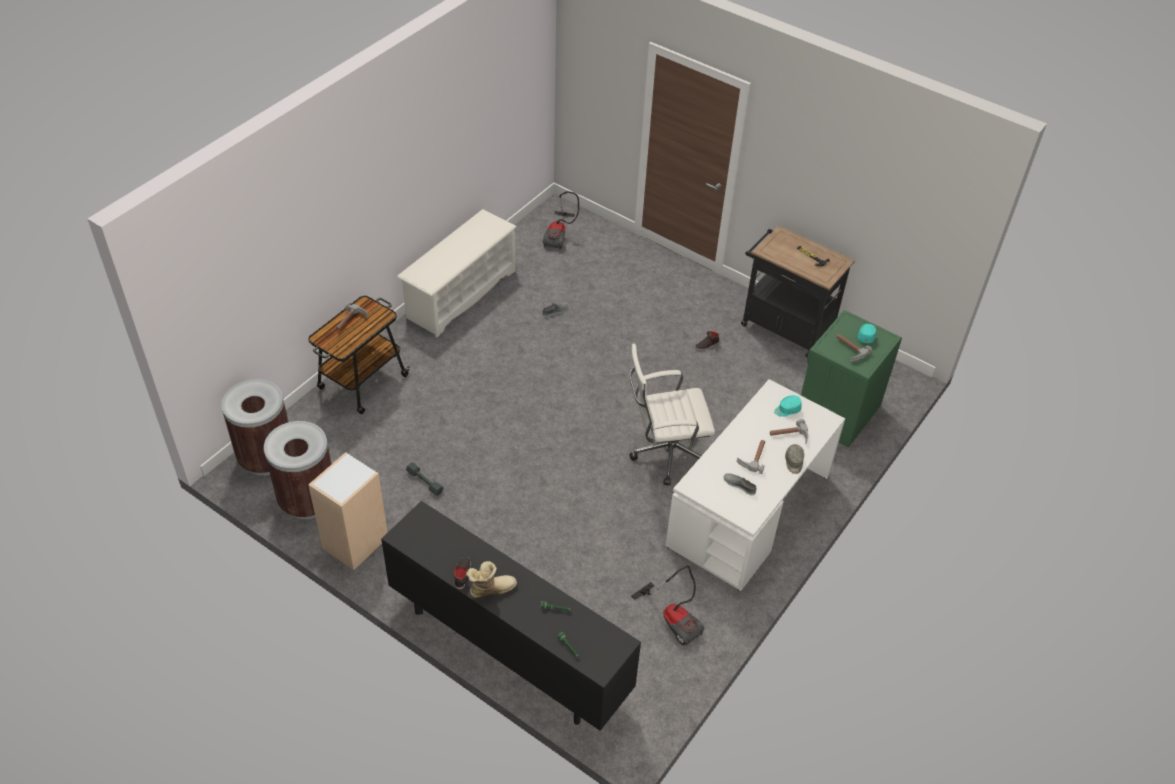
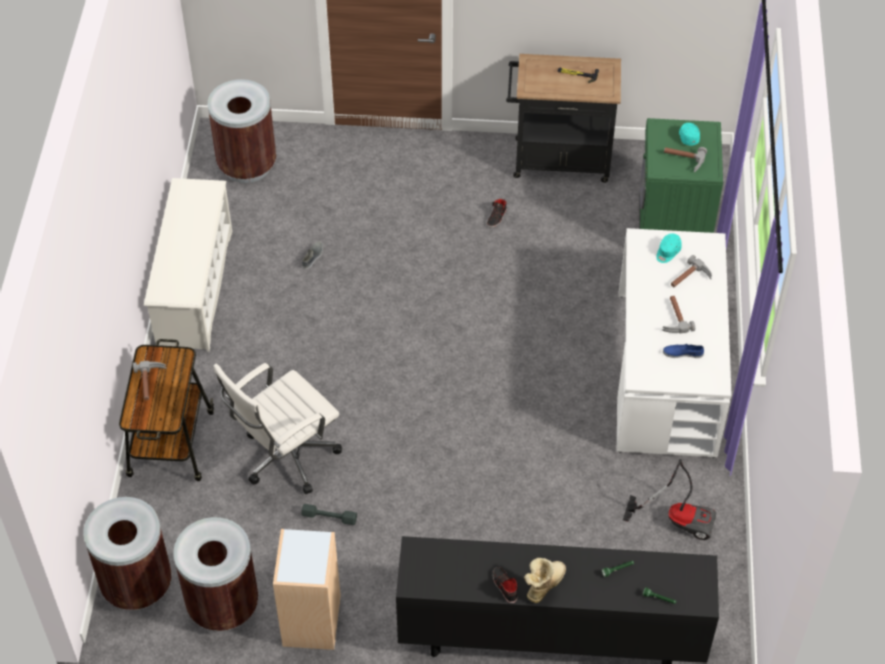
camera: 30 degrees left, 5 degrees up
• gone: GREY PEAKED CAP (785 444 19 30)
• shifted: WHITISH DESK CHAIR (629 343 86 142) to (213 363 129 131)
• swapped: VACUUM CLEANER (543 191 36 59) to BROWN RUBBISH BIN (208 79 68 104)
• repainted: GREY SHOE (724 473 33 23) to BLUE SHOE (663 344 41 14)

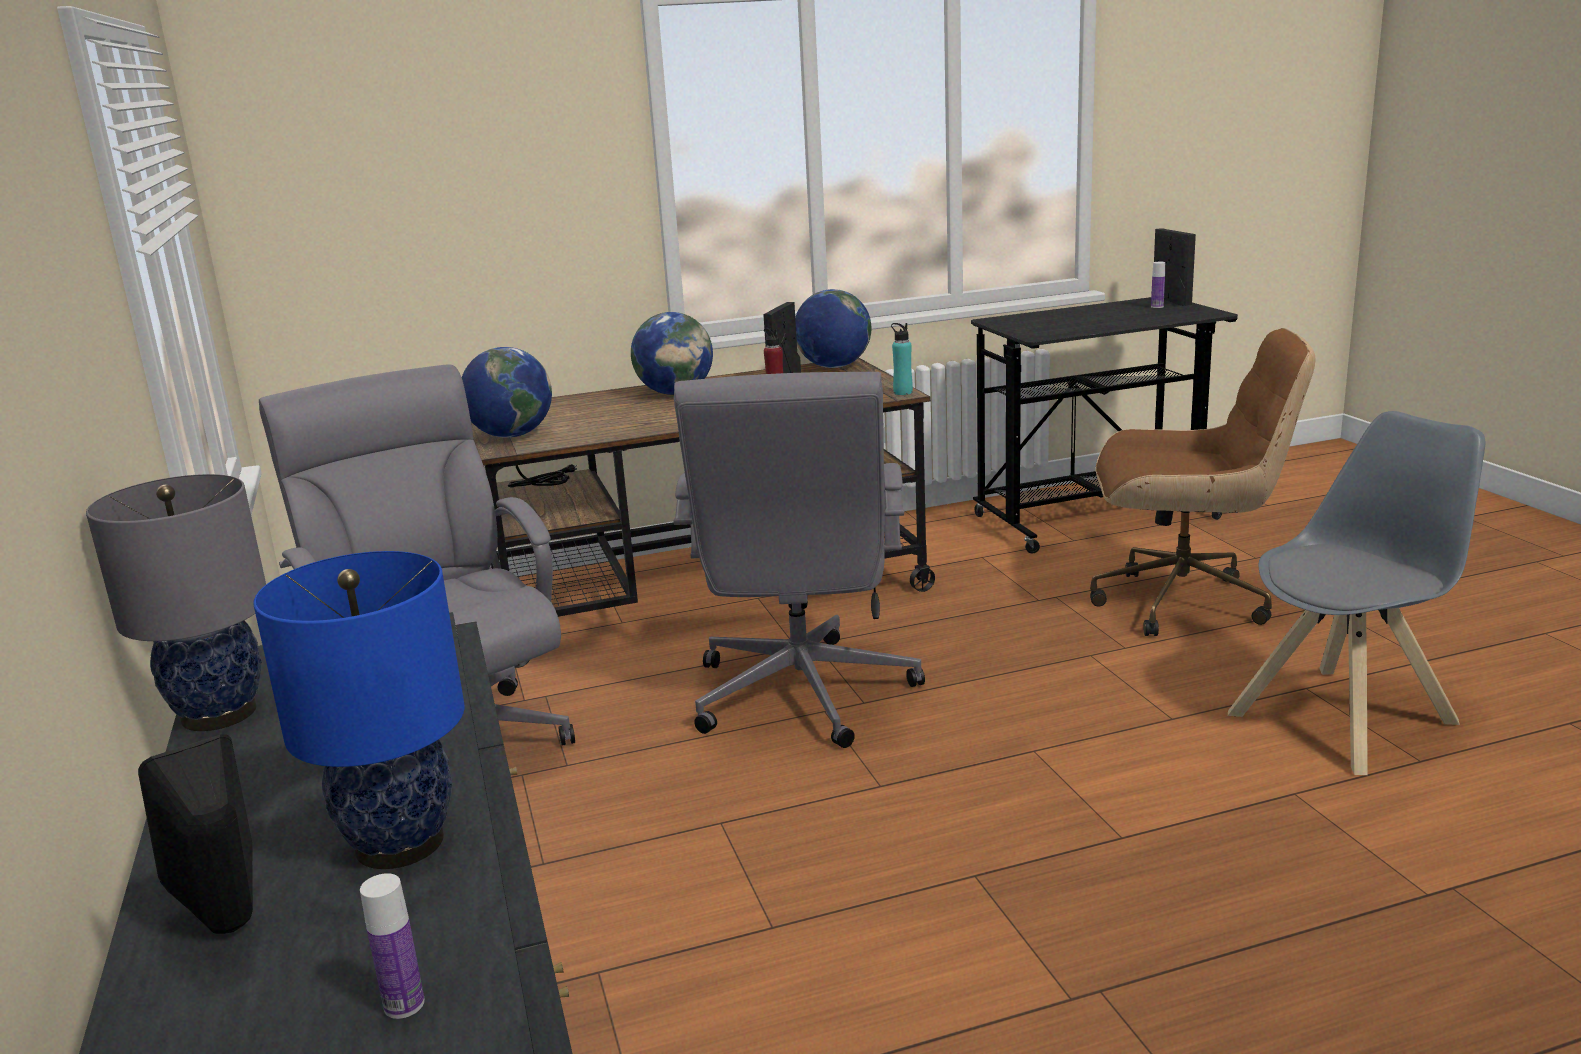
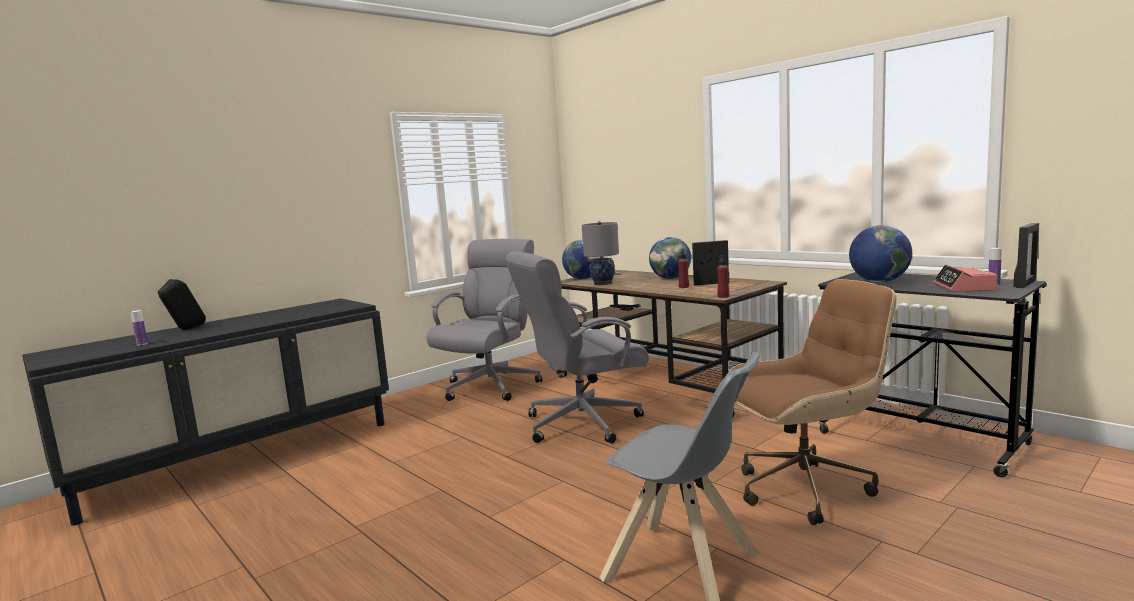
camera: 65 degrees right, 10 degrees down
• gone: BLUE TABLETOP LAMP (253 551 212 318)
• new: BEDSIDE CLOCK (933 265 64 27)
• shifted: GREY TABLETOP LAMP (86 474 180 257) to (582 221 37 64)
• shifted: WORLD GLOBE (795 289 76 79) to (849 225 63 57)
• repainted: BLUE-GREEN BEVERAGE BOTTLE (891 323 22 72) to RED BEVERAGE BOTTLE (717 255 12 43)
• rotated: BROWN DESK CHAIR (1090 328 225 308) = (729 279 167 246) 90 degrees counterclockwise

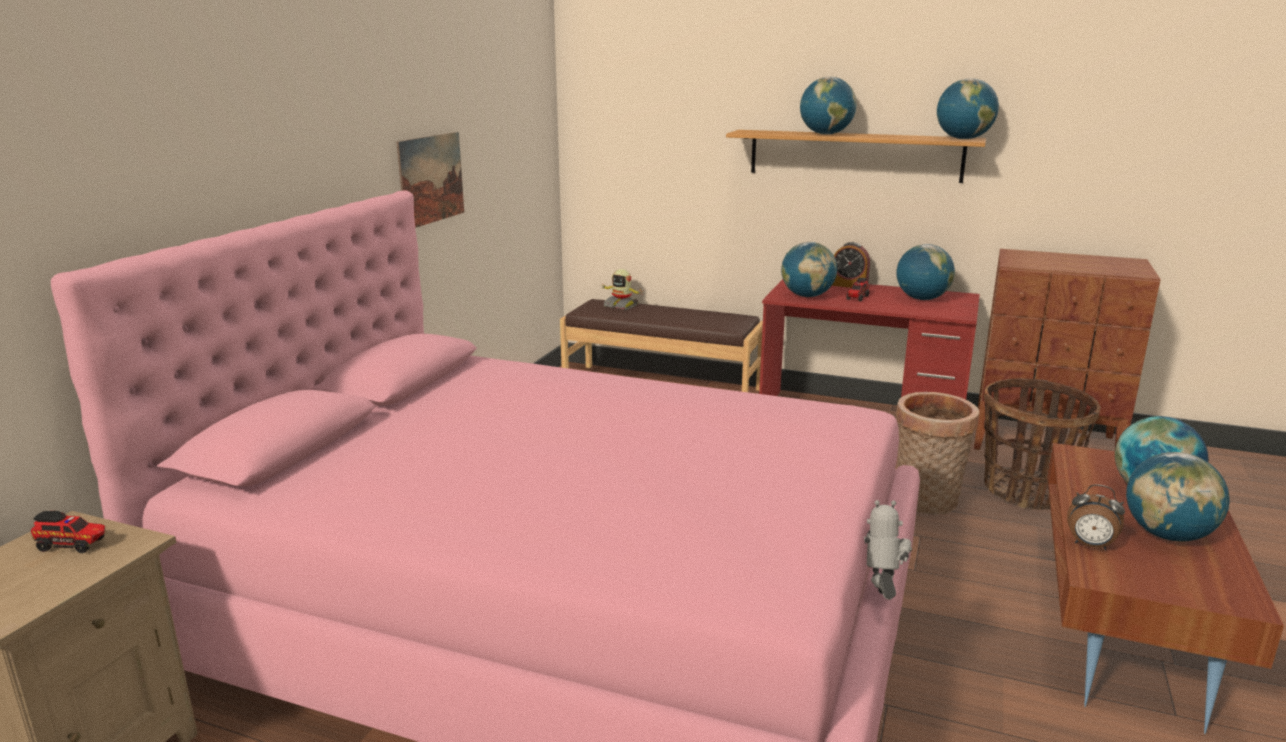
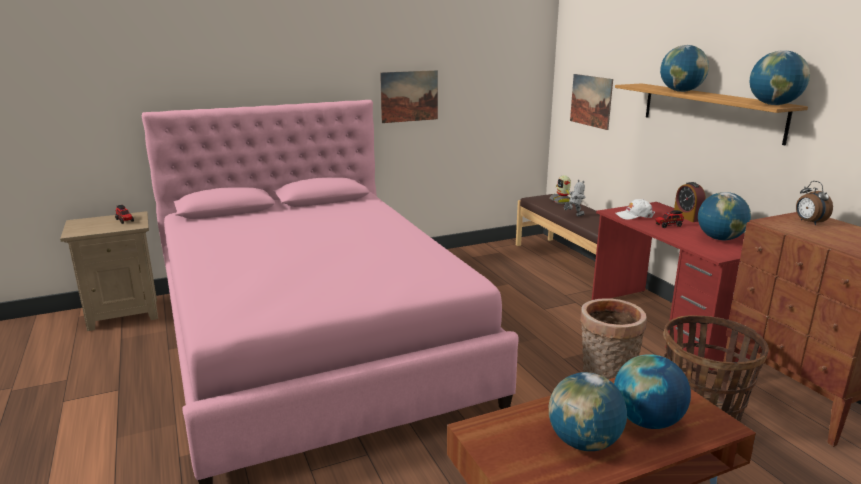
camera: 45 degrees right, 0 degrees up
• new: WALL PICTURE (570 74 43 56)
• shifted: TOY ROBOT (864 500 48 100) to (564 180 21 37)
• shifted: BEDSIDE CLOCK (1067 484 58 66) to (796 181 37 44)
• swapped: WORLD GLOBE (781 242 56 55) to WHITISH PEAKED CAP (615 199 40 21)

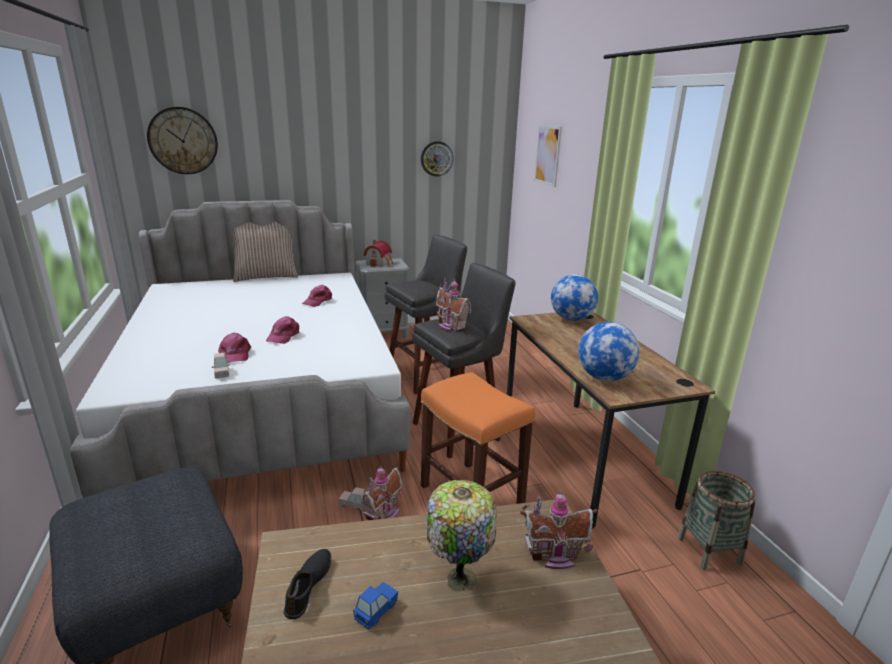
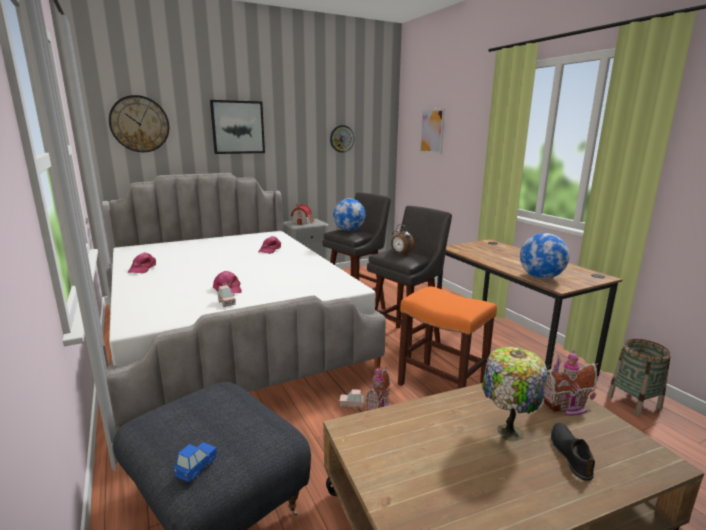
camera: 10 degrees left, 5 degrees down
• gone: CUSHION (231 221 67 61)
• new: WALL PICTURE (210 100 55 54)
• shifted: PINK PEAKED CAP (266 316 33 28) to (127 252 29 22)
• shifted: BLACK-COLOURED SHOE (284 549 47 70) to (551 423 44 57)
• shifted: BLUE MODEL CAR (353 582 45 47) to (173 442 44 40)
• shifted: WORLD GLOBE (551 274 47 47) to (333 198 32 33)
• swapped: MODEL HOUSE (436 277 35 54) to BEDSIDE CLOCK (391 225 23 30)

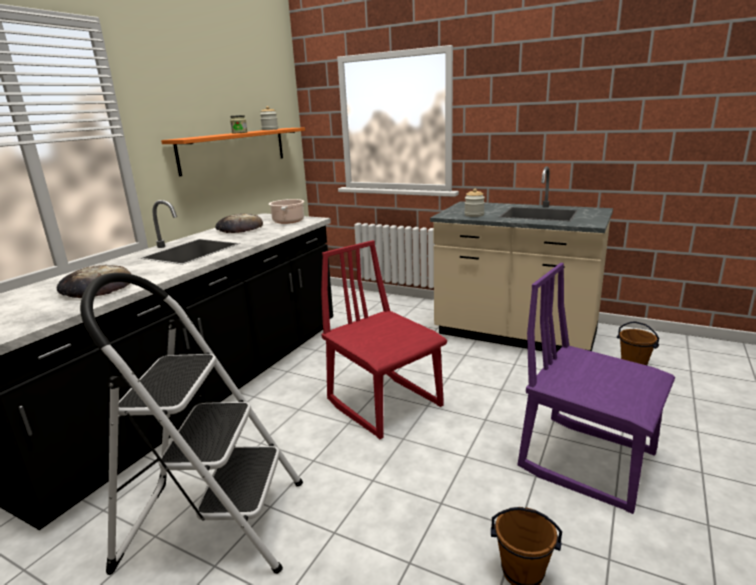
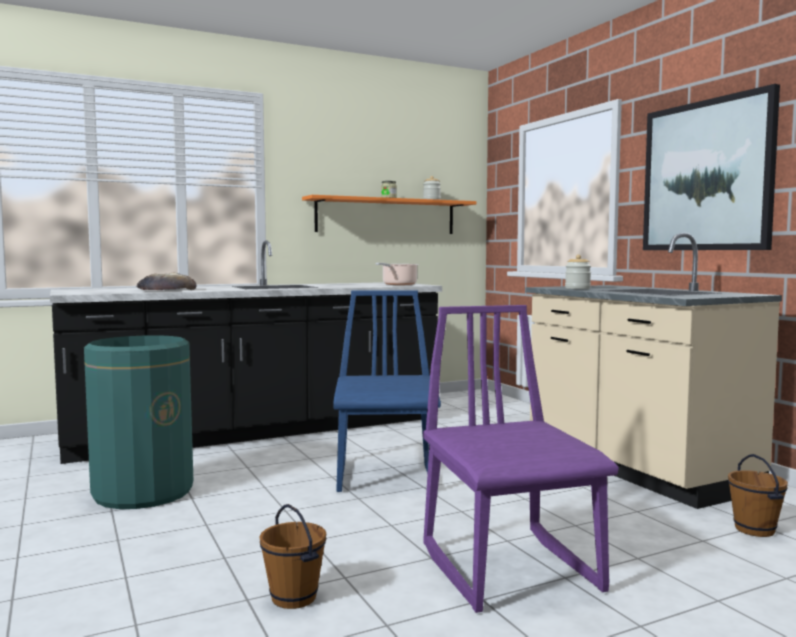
camera: 35 degrees right, 15 degrees down
• gone: BREAD (215 213 48 20)
• new: WALL PICTURE (643 84 137 166)
• swapped: STEP STOOL (80 273 223 302) to GREEN RUBBISH BIN (84 335 109 174)
• repainted: RED CHAIR (321 240 126 199) to BLUE CHAIR (333 291 108 201)

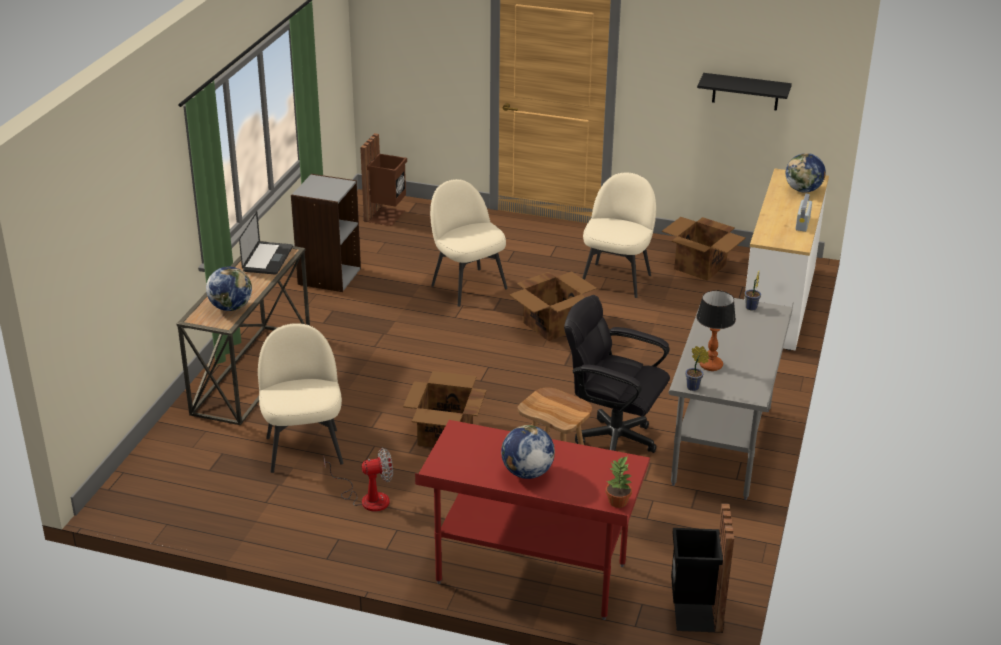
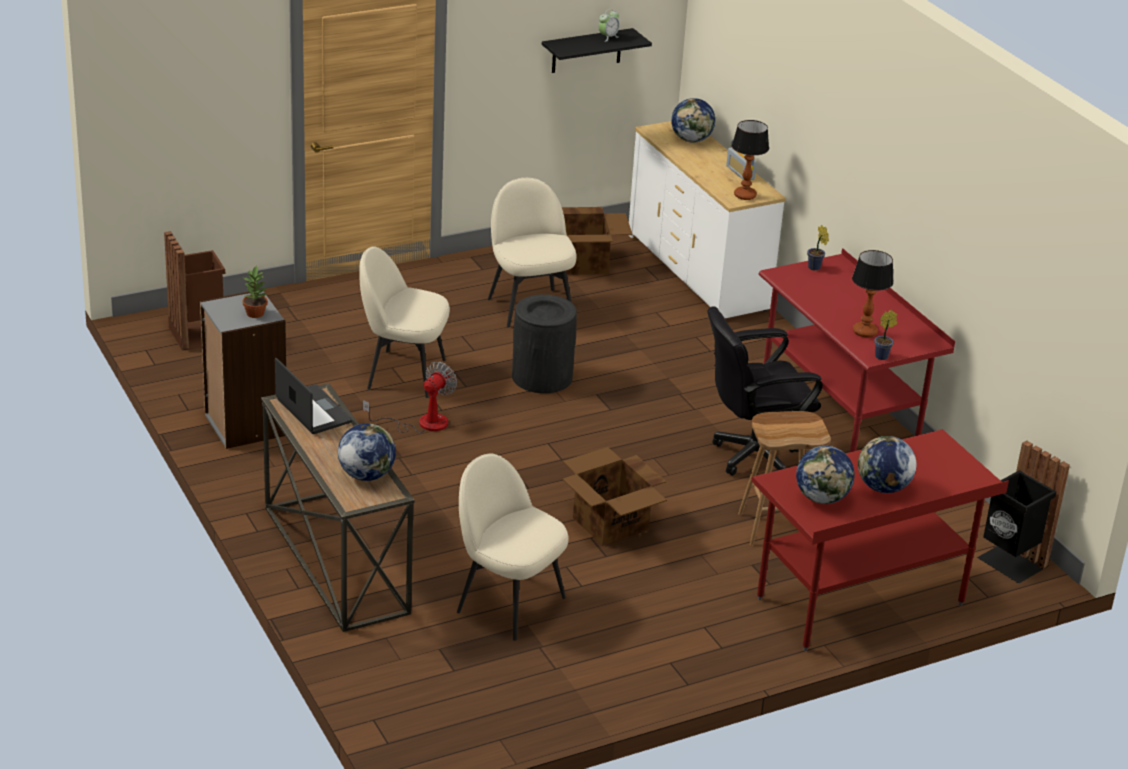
camera: 45 degrees left, 0 degrees up
• new: BEDSIDE CLOCK (599 9 21 33)
• new: TABLETOP LAMP (732 120 37 80)
• new: WORLD GLOBE (796 446 58 58)
• shifted: COOLING FAN (323 448 70 63) to (363 362 94 71)
• shifted: POTTED PLANT (606 456 26 52) to (242 266 26 52)
• swapped: CARDBOARD BOX (509 271 88 70) to BLACK-COLOURED RUBBISH BIN (512 294 65 99)
• repainted: GREY DESK UNIT (669 298 124 202) to RED DESK UNIT (759 248 196 204)

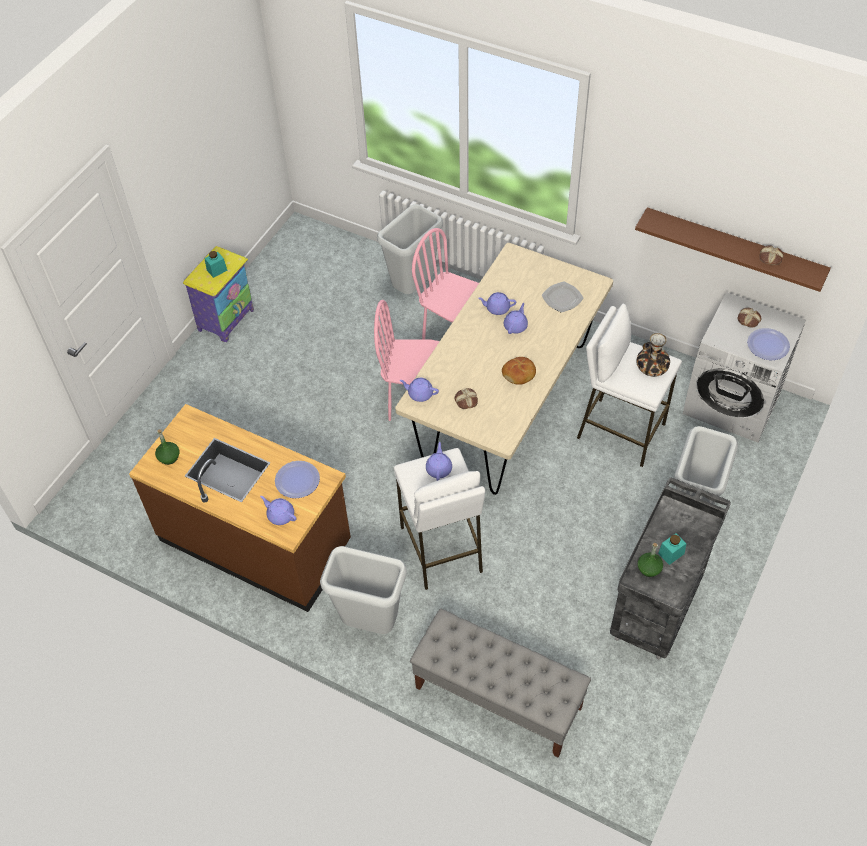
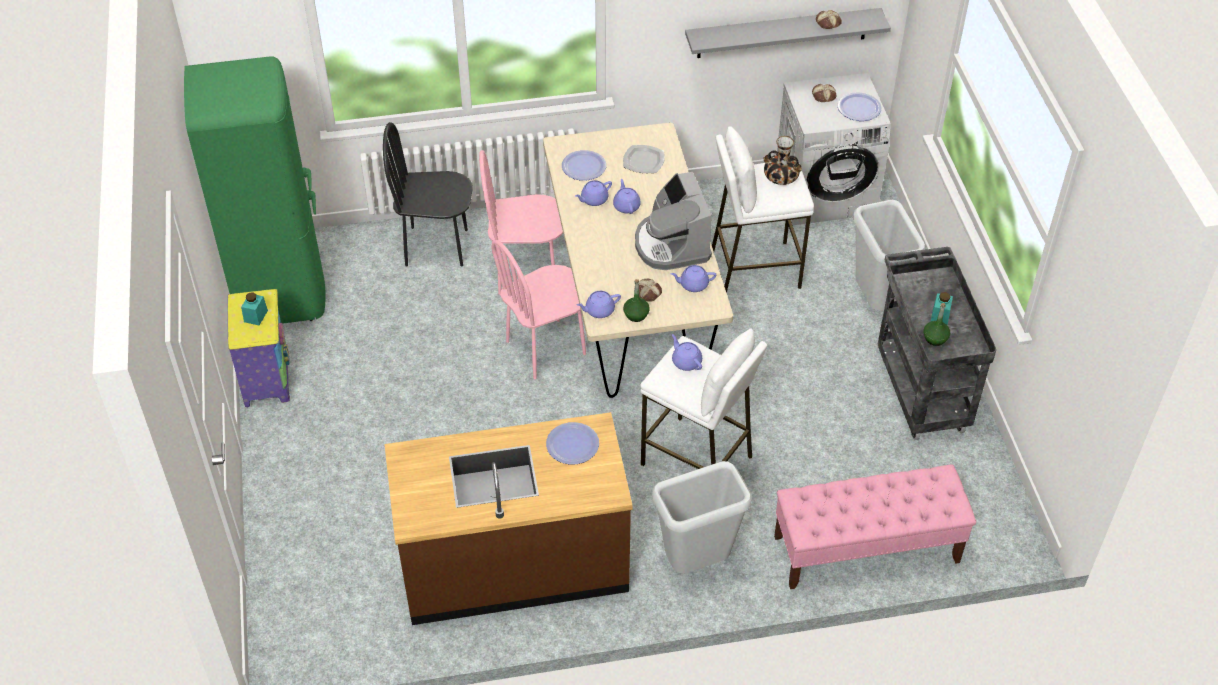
camera: 40 degrees left, 5 degrees down
• new: GREEN FRIDGE (184 56 142 268)
• new: DINNER PLATE (562 150 44 31)
• shifted: GREEN BEVERAGE BOTTLE (155 429 24 36) to (623 279 27 43)
• shifted: PURPLISH POT FOR TEA (260 496 37 29) to (671 265 45 27)
• swapped: GREY RUBBISH BIN (377 204 66 90) to BLACK-COLOURED CHAIR (383 122 90 145)
• swapped: BREAD (502 357 34 28) to COFFEE BREWER (635 172 77 98)
• repainted: GREY INDOOR BENCH (410 608 181 150) to PINK INDOOR BENCH (774 464 202 125)
• repainted: BROWN WALL SHELF (635 207 196 85) to GREY WALL SHELF (685 8 206 50)

